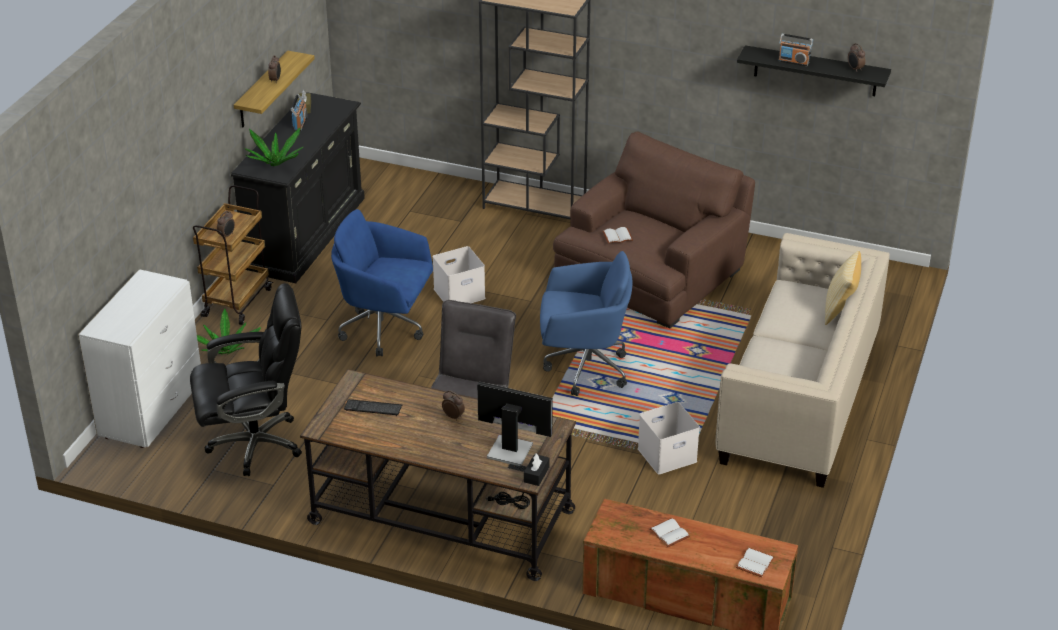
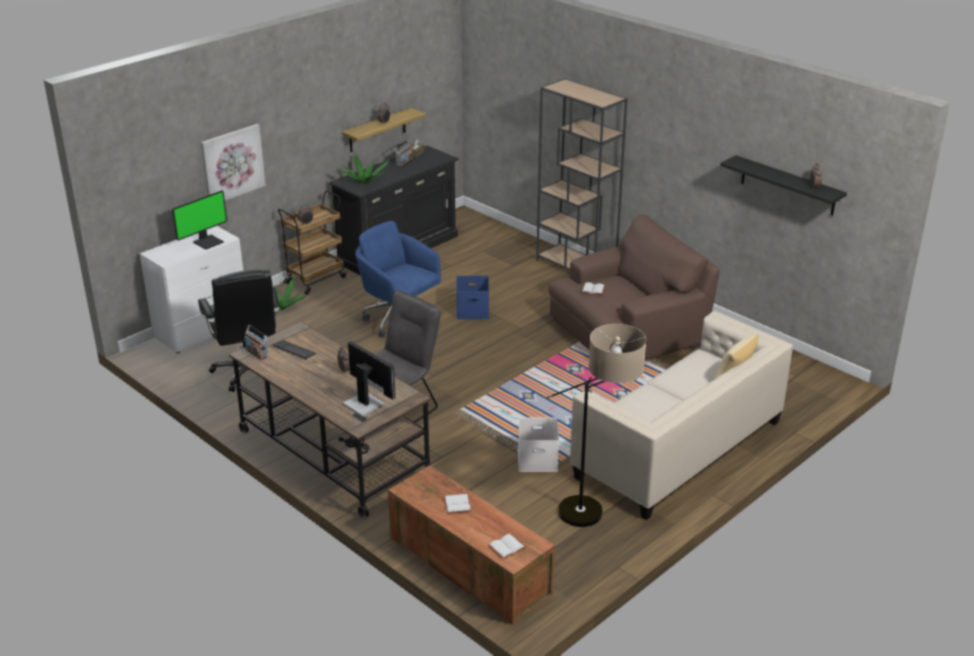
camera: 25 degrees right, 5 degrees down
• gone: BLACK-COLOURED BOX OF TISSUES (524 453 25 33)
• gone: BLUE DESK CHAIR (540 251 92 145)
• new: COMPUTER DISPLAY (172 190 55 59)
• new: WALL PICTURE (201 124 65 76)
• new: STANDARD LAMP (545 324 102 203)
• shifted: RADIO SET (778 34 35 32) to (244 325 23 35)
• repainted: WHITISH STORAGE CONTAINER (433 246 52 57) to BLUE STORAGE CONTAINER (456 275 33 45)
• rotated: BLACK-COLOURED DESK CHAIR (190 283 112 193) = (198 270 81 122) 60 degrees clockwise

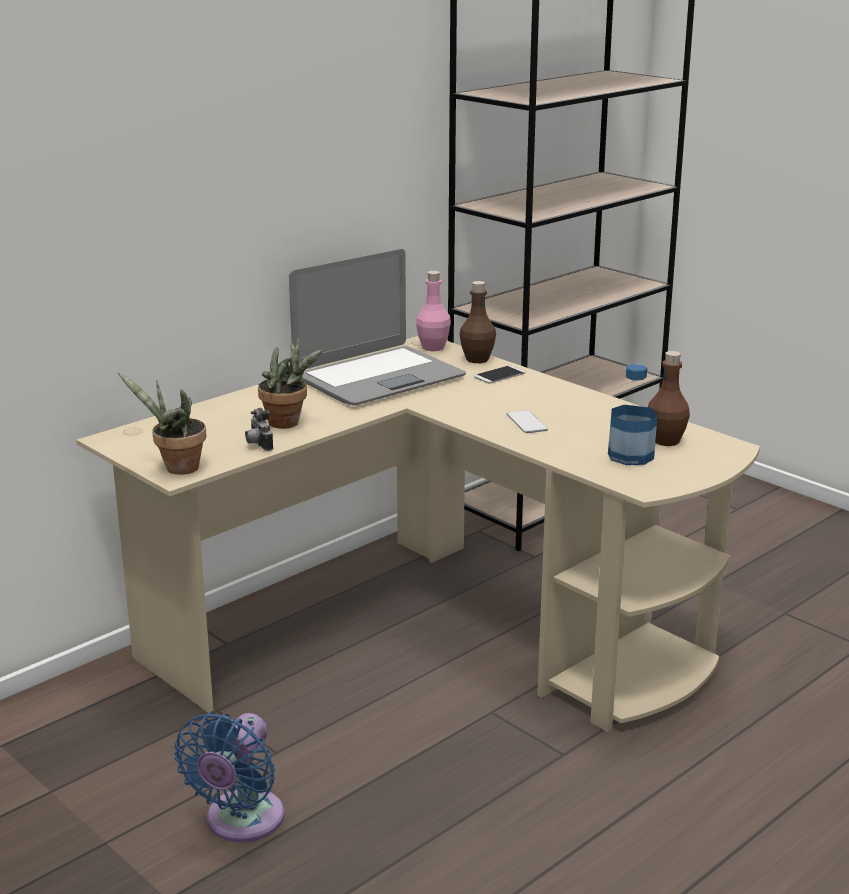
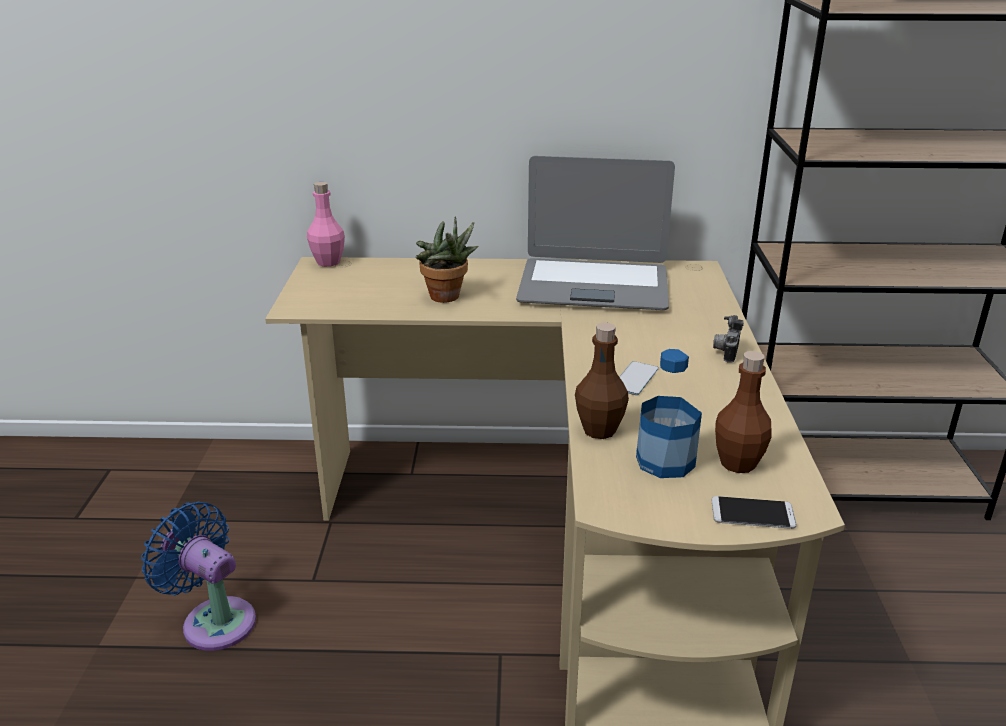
camera: 45 degrees right, 5 degrees up
• gone: POTTED PLANT (118 372 88 103)
• shifted: PHOTO CAMERA (245 408 28 43) to (713 315 31 48)
• shifted: PINK BEVERAGE BOTTLE (416 271 35 80) to (307 182 38 85)
• shifted: BROWN BEVERAGE BOTTLE (460 281 36 82) to (575 323 54 116)
• shifted: HANDSET (474 365 51 19) to (712 496 85 33)
• rotated: BLUE COOLING FAN (174 712 111 131) = (141 502 115 149) 60 degrees clockwise

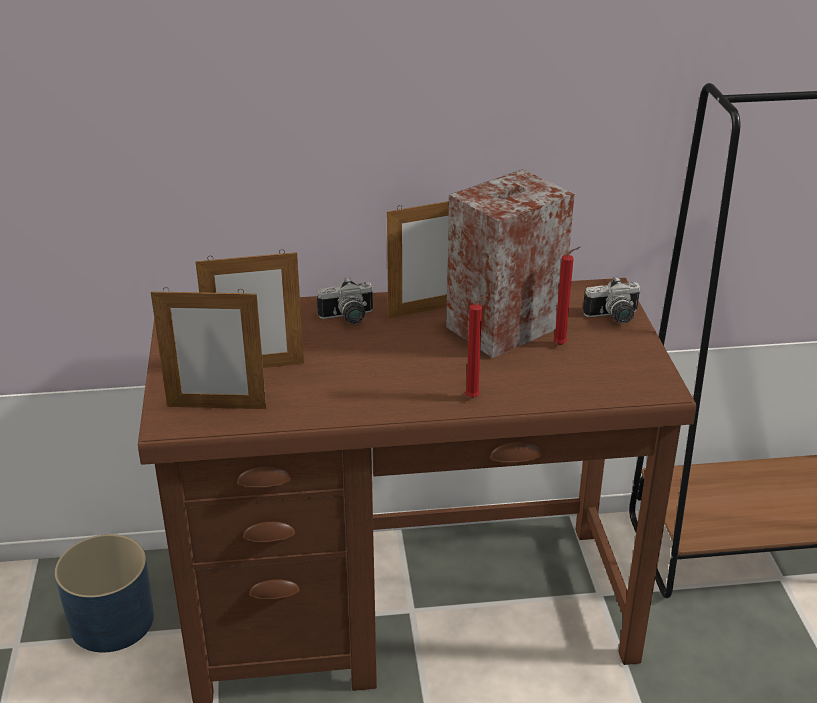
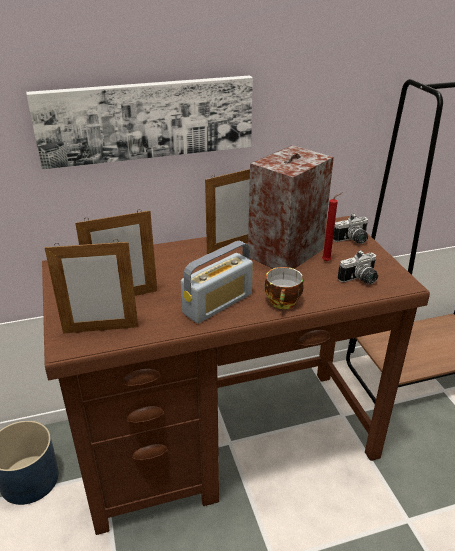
camera: 10 degrees left, 0 degrees up
• new: WALL PICTURE (27 75 226 94)
• new: RADIO SET (181 241 72 82)
• shifted: PHOTO CAMERA (317 277 56 47) to (338 250 40 34)
• swapped: RED WAX LIGHT (465 294 24 104) to SMALL CUP (265 267 39 42)

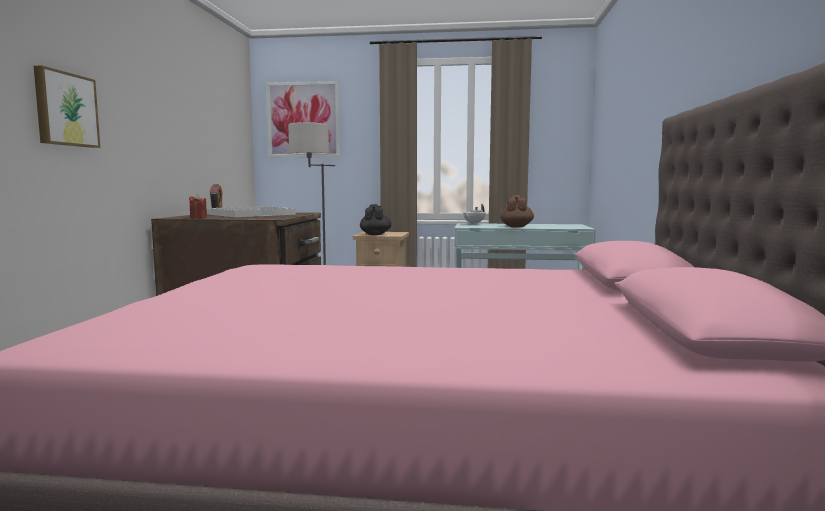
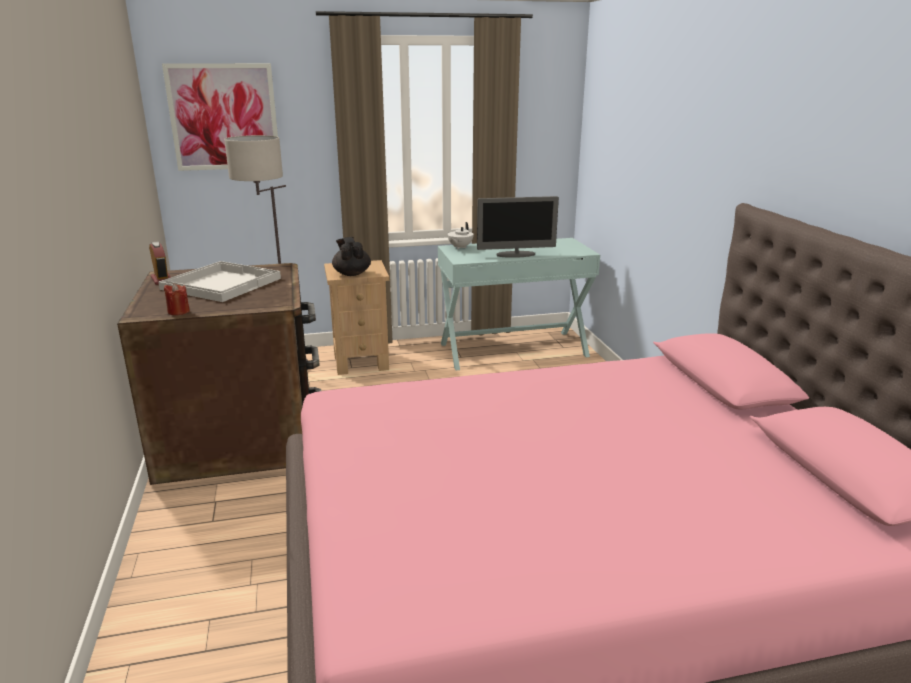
camera: 20 degrees left, 15 degrees up
• gone: WALL PICTURE (34 65 66 83)
• swapped: BROWN POT FOR TEA (500 195 34 32) to COMPUTER DISPLAY (477 196 82 62)

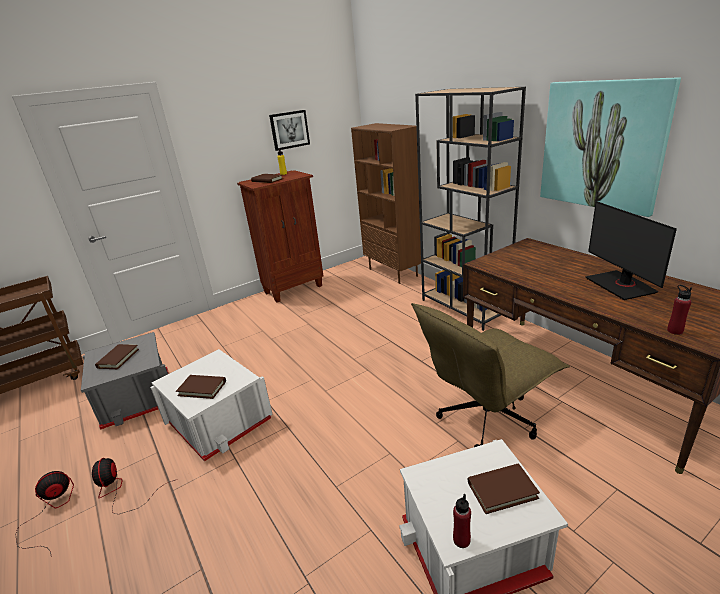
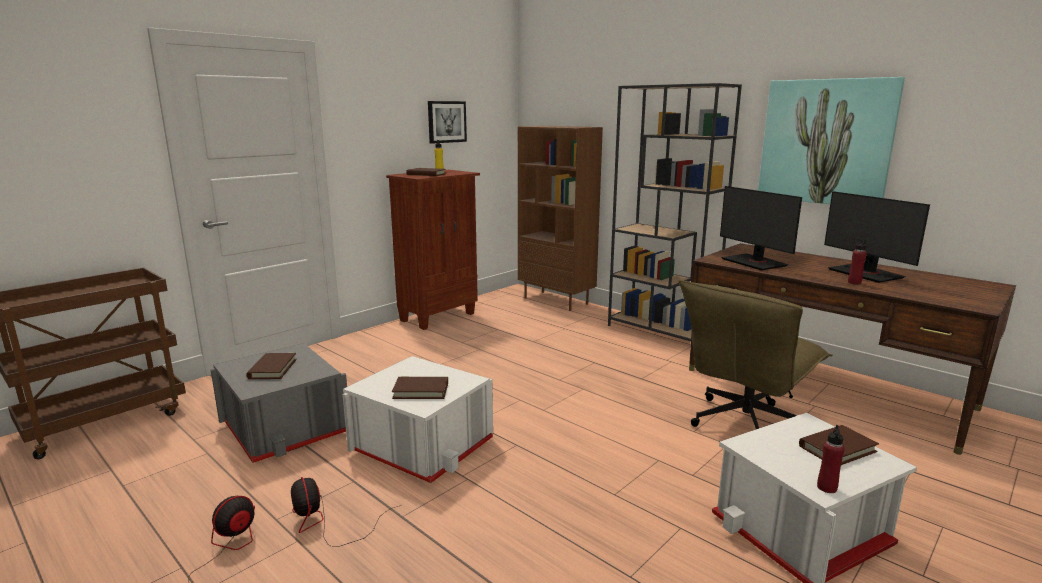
camera: 15 degrees left, 10 degrees down
• new: COMPUTER DISPLAY (720 186 82 84)
• shifted: RED BEVERAGE BOTTLE (667 285 25 50) to (848 238 19 47)

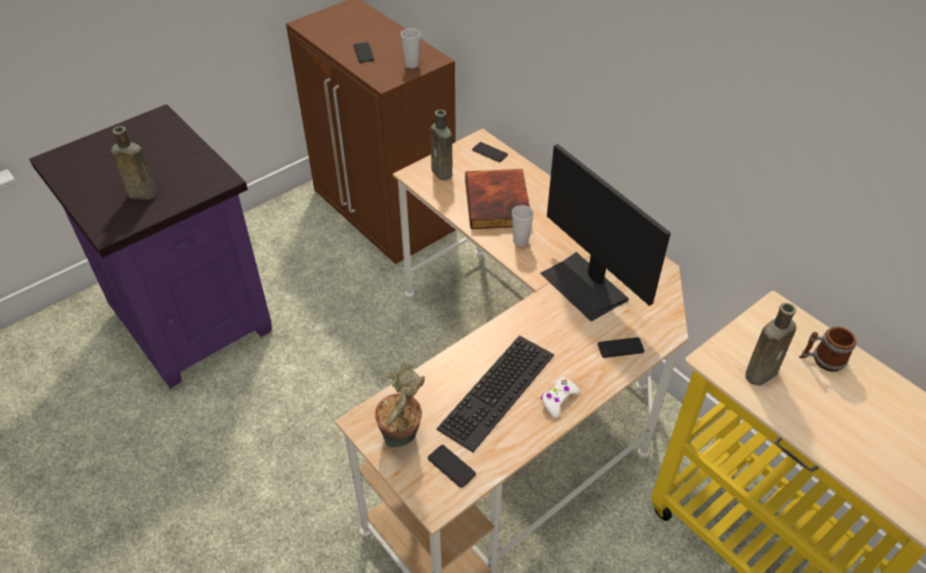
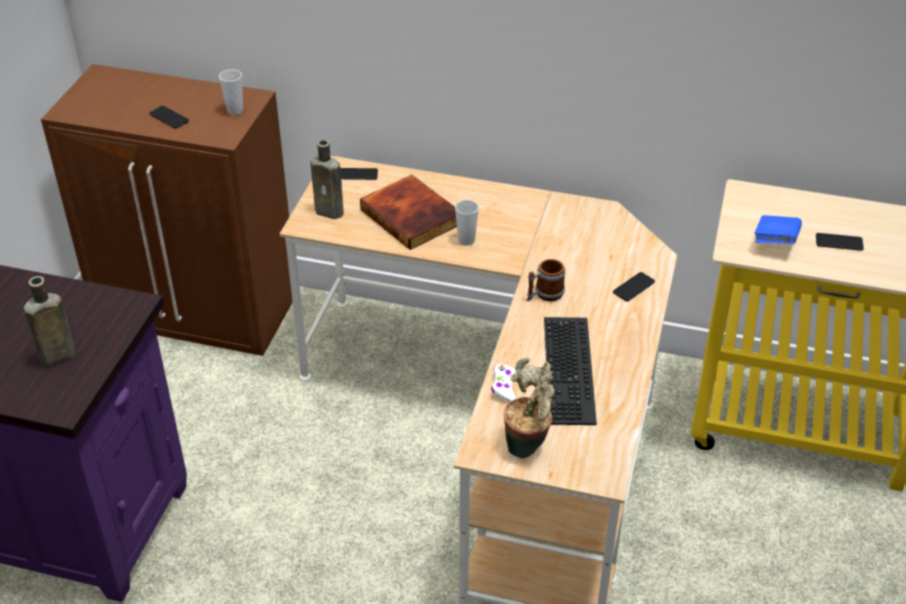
camera: 35 degrees left, 5 degrees down
• gone: COMPUTER DISPLAY (540 144 131 178)
• shifted: HANDSET (428 445 48 43) to (816 233 48 18)
• shifted: WHITISH GAMEPAD (541 377 39 41) to (491 364 25 38)
• shifted: TEA MUG (799 326 57 46) to (527 259 38 42)
• swapped: BROWN BEVERAGE BOTTLE (745 303 51 83) to BLUE BOUND BOOK (754 215 48 29)

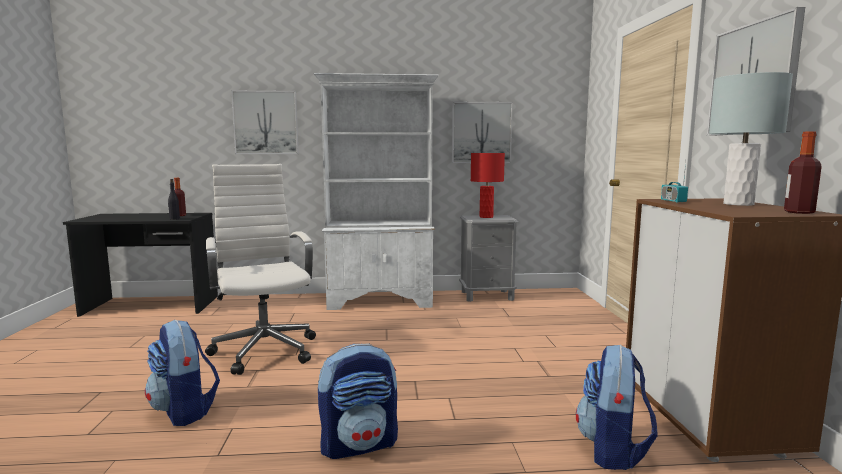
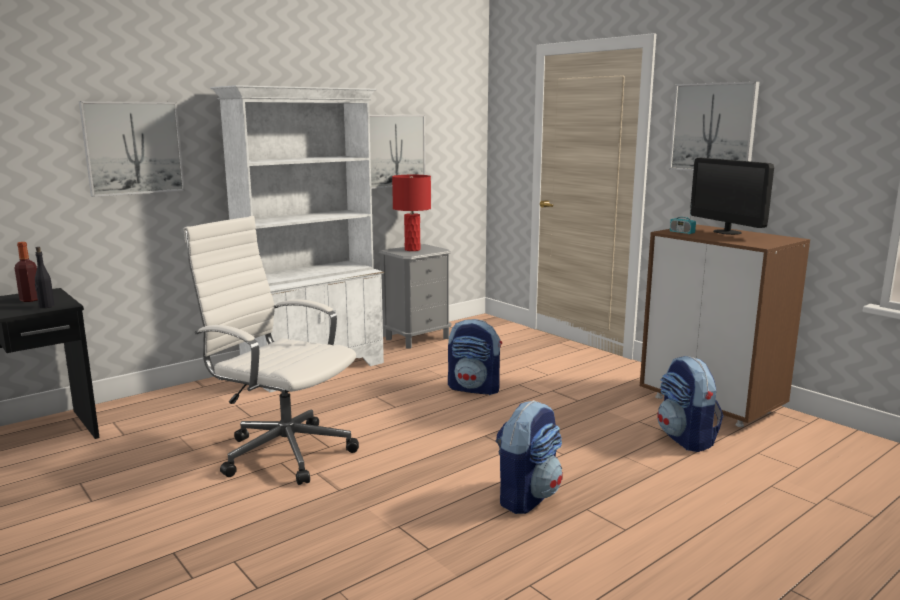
camera: 35 degrees left, 5 degrees up
• gone: BEVERAGE BOTTLE (784 131 38 83)
• shifted: KNAPSACK (145 320 75 106) to (448 319 54 76)
• swapped: GREY TABLETOP LAMP (709 72 84 134) to COMPUTER DISPLAY (690 158 84 77)

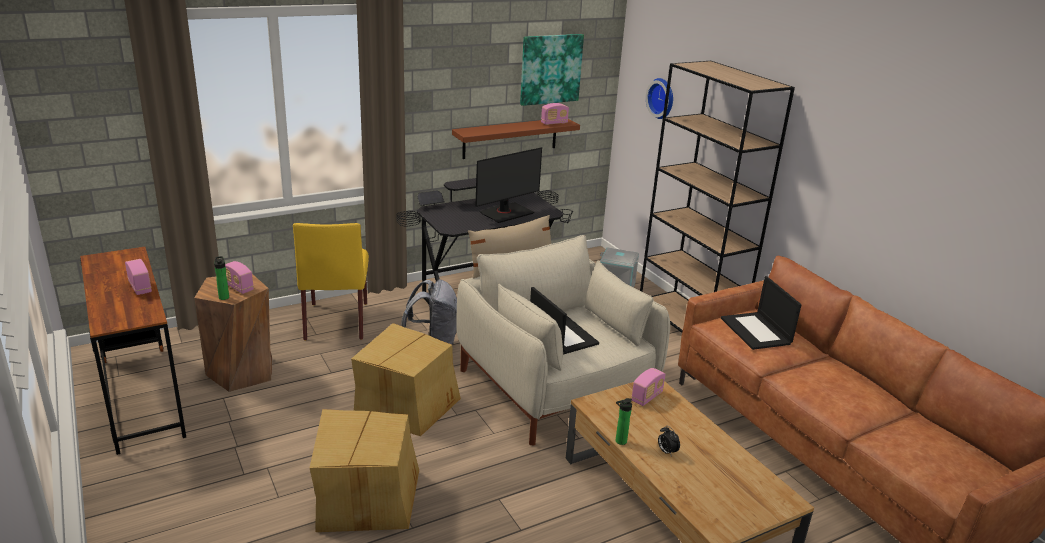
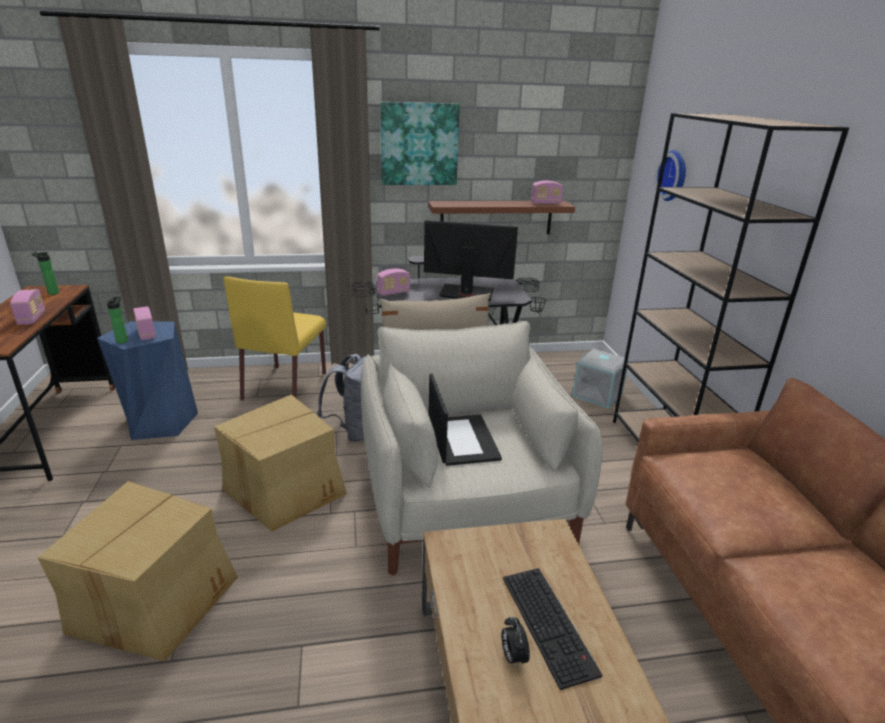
camera: 20 degrees right, 0 degrees up
• gone: NOTEBOOK COMPUTER (721 276 81 74)
• new: PC KEYBOARD (503 568 99 122)
• shifted: WALL PICTURE (520 34 64 72) to (380 102 80 83)
• shifted: BEVERAGE BOTTLE (616 398 16 47) to (32 252 27 43)
• shifted: RADIO SET (631 368 35 38) to (377 268 33 28)
• repainted: BROWN STOOL (194 274 78 118) to BLUE STOOL (97 321 101 119)
• rotated: COMPUTER DISPLAY (475 147 67 76) = (424 220 94 81) 150 degrees counterclockwise

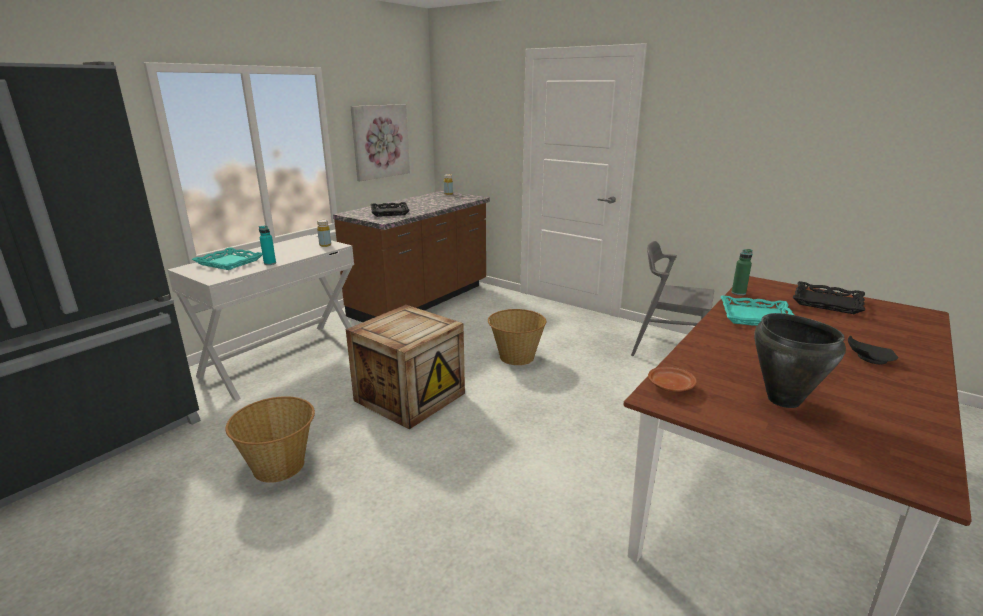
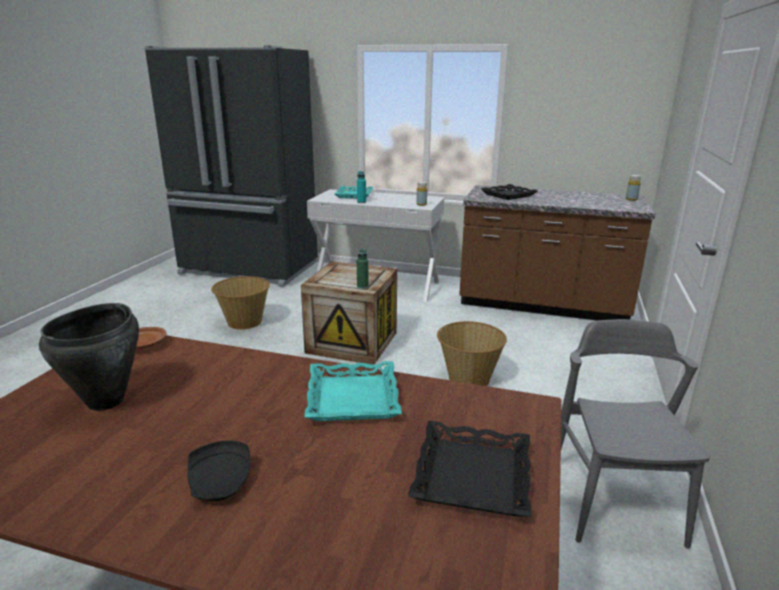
camera: 70 degrees right, 0 degrees up
• gone: WALL PICTURE (351 104 59 77)
• shifted: GREEN BEVERAGE BOTTLE (732 249 21 46) to (357 249 12 40)

